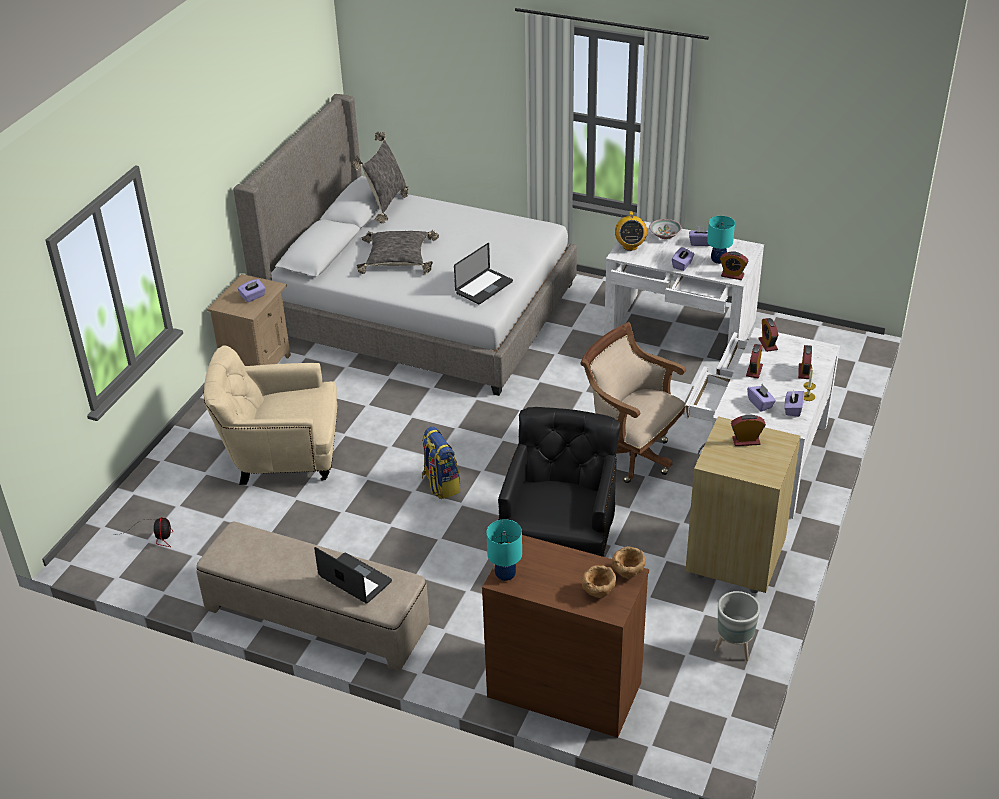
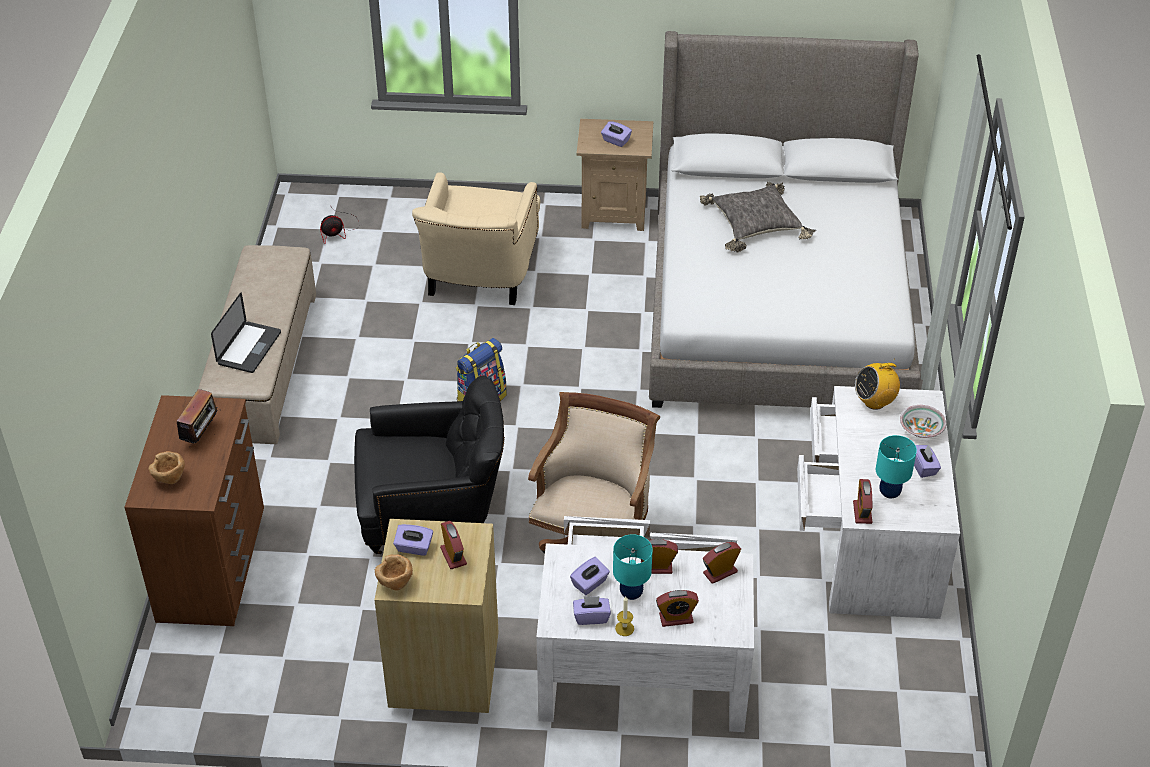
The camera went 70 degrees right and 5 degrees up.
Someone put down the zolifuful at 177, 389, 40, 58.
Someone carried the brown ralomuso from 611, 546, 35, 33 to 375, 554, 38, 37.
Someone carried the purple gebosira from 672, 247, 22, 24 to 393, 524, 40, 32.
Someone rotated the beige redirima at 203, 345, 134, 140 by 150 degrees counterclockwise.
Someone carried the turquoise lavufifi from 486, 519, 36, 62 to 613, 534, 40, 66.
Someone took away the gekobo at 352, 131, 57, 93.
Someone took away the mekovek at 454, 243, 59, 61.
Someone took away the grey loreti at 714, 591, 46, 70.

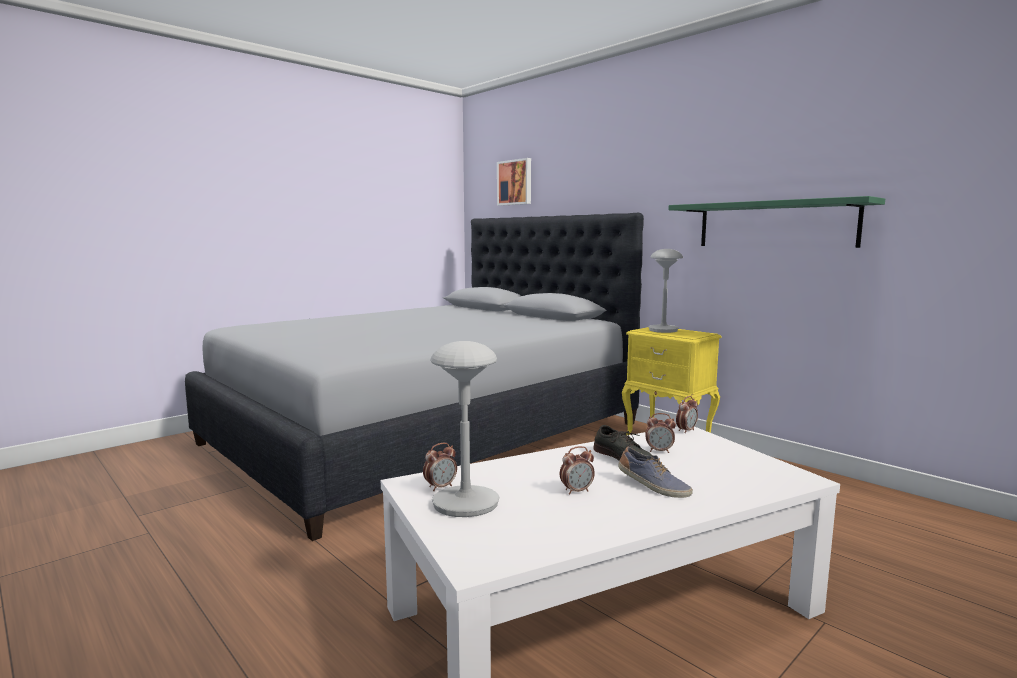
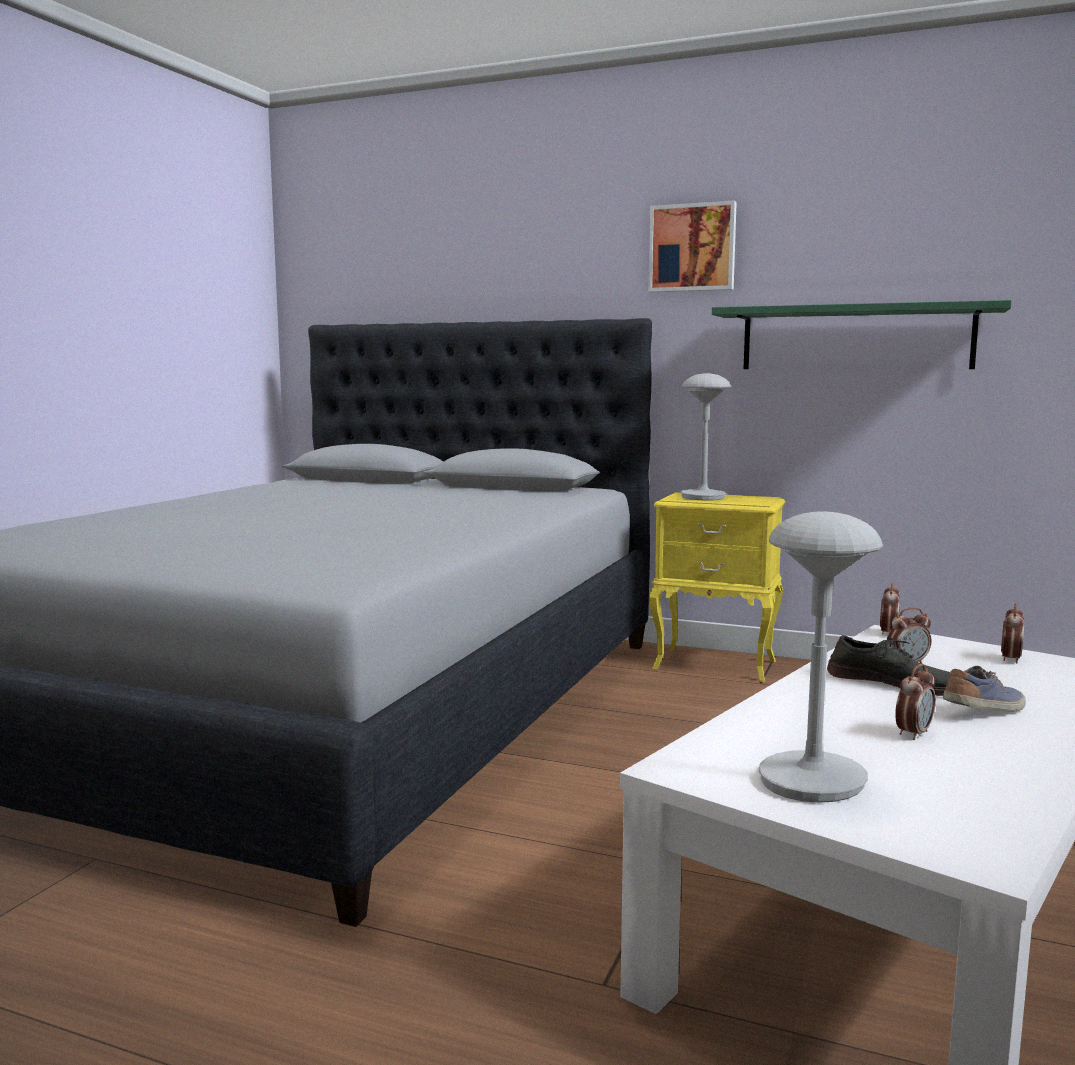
The camera went 25 degrees left and 0 degrees up.
Someone carried the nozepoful from 497, 158, 34, 48 to 648, 200, 89, 92.
Someone rotated the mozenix at 618, 446, 75, 52 by 45 degrees counterclockwise.
Someone carried the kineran from 423, 443, 34, 48 to 1001, 603, 23, 60.

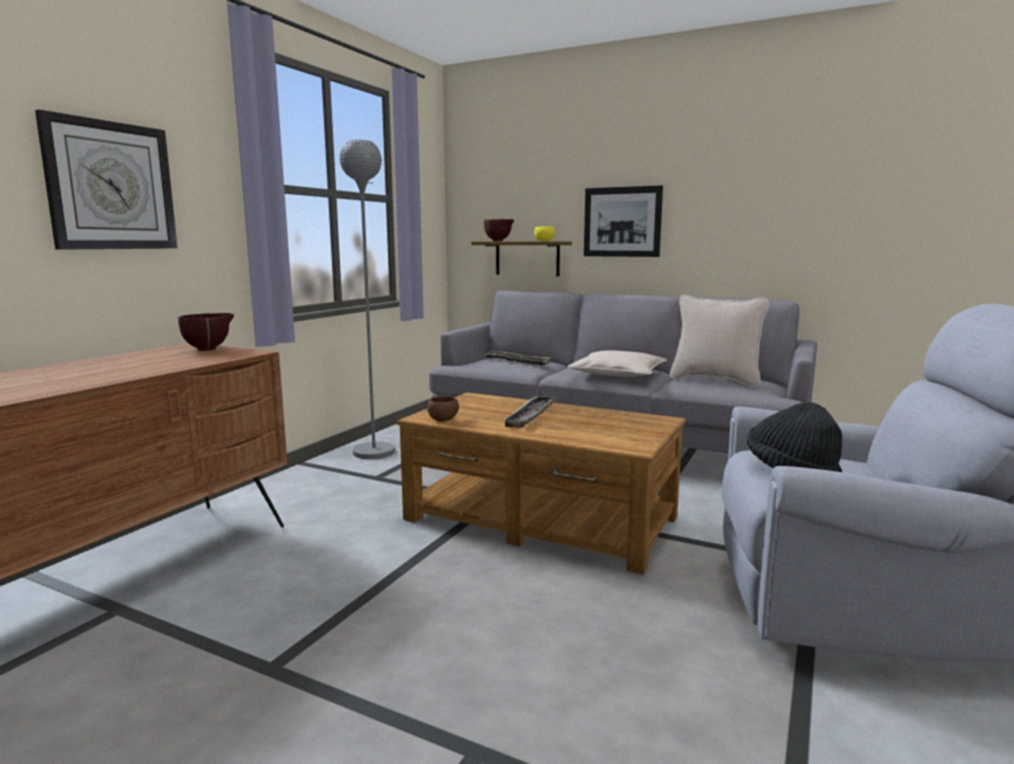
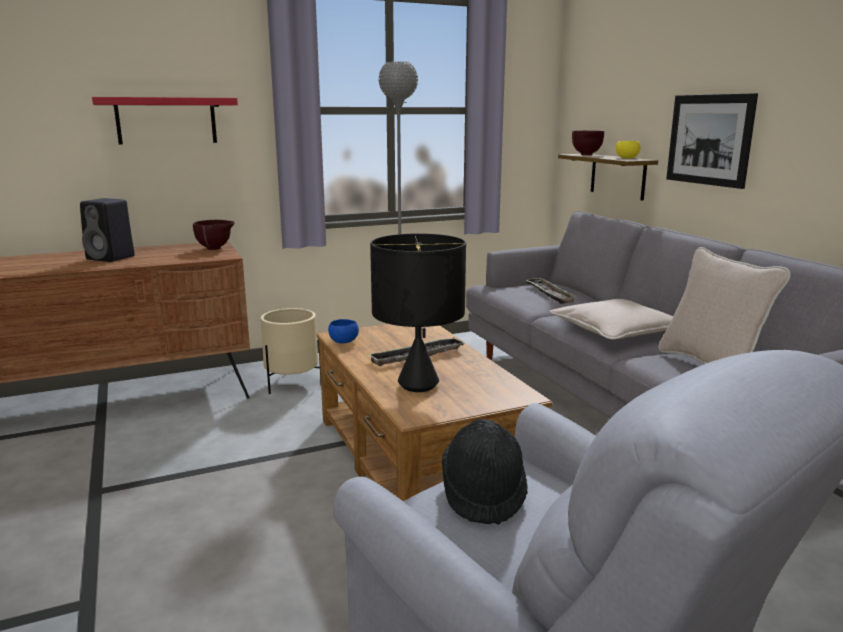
The camera went 40 degrees right and 5 degrees up.
Someone put down the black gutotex at 80, 198, 55, 64.
Someone swapped the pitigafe at 35, 109, 142, 141 for the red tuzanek at 92, 97, 146, 48.
Someone put down the beige loreti at 260, 308, 61, 86.
Someone repainted the brown ralomuso at 427, 396, 32, 26, which became the blue ralomuso at 328, 319, 31, 24.
Someone put down the black lavufifi at 370, 234, 96, 158.

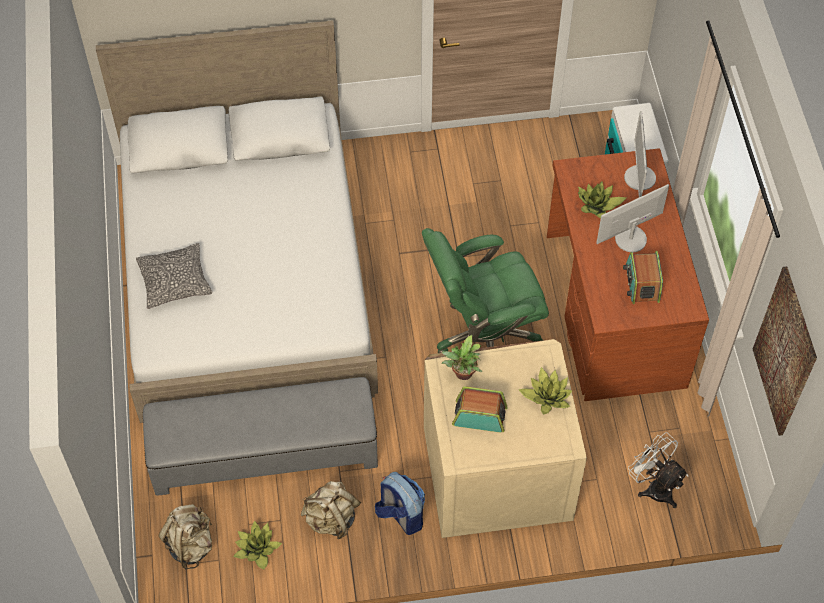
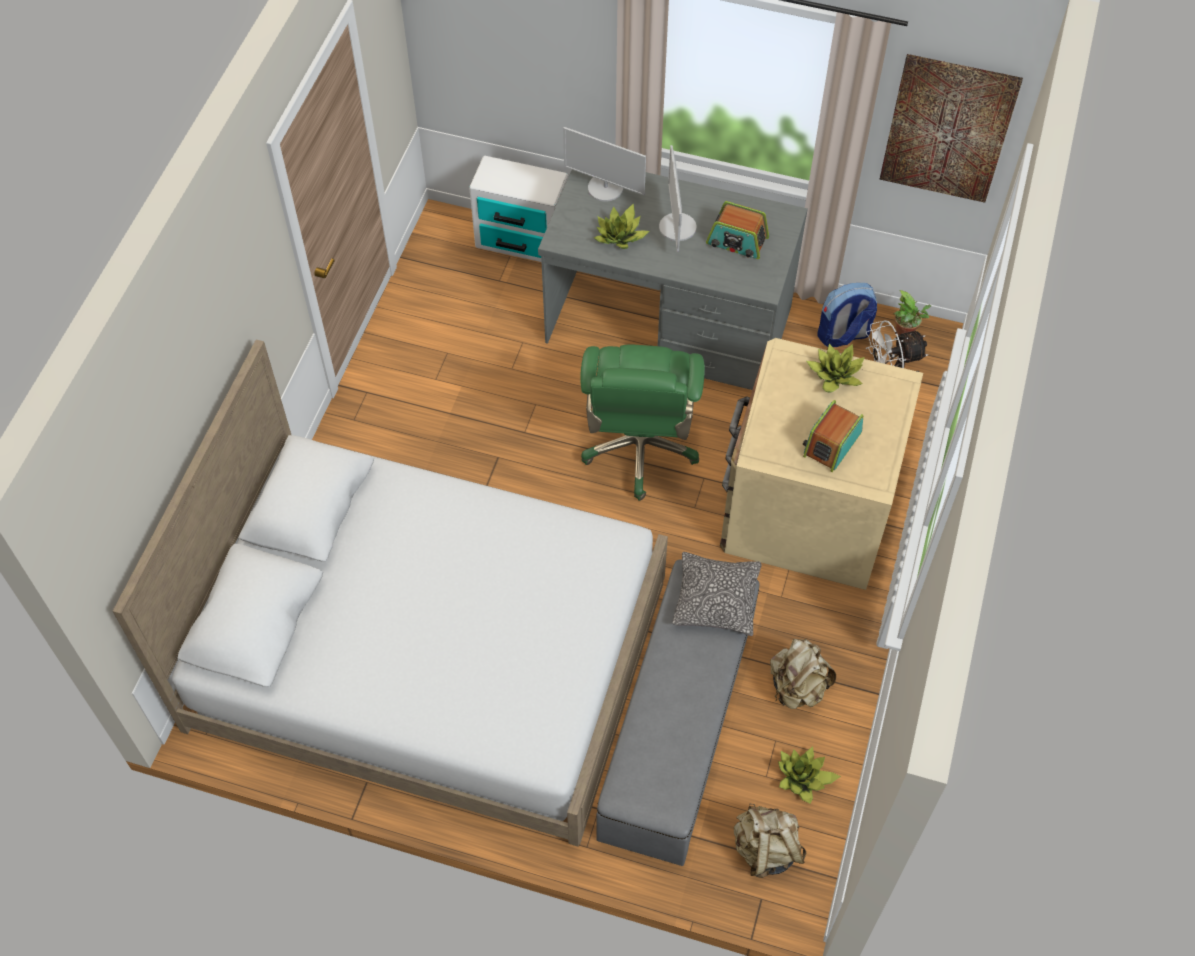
The camera went 65 degrees left and 0 degrees up.
Someone repainted the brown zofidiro at 547, 148, 162, 253, which became the grey zofidiro at 538, 170, 270, 220.
Someone carried the gekobo from 136, 243, 76, 66 to 672, 552, 90, 84.
Someone carried the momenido from 375, 472, 50, 63 to 817, 283, 60, 64.
Someone carried the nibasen from 441, 335, 41, 45 to 893, 290, 38, 45.

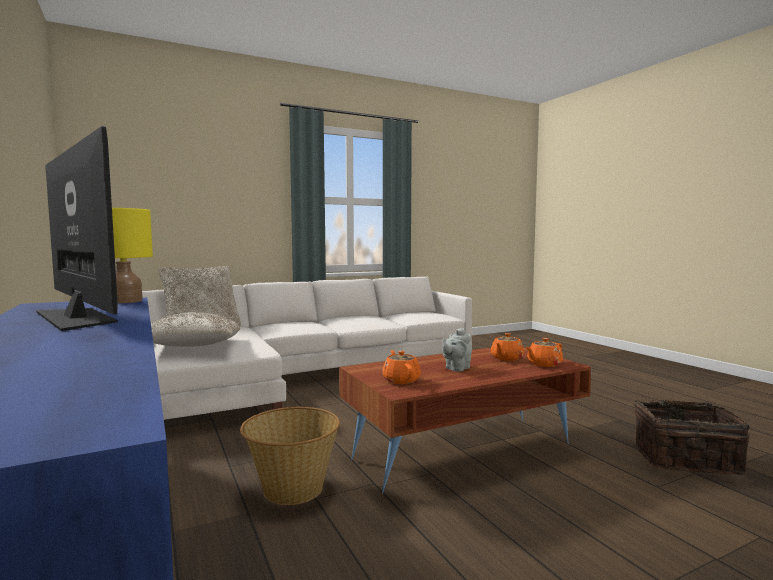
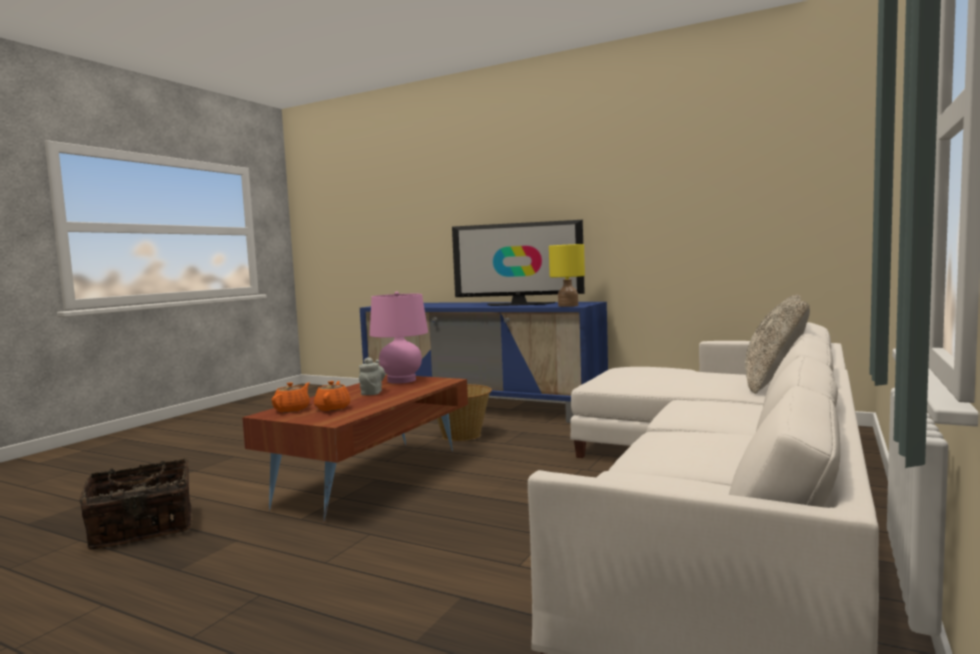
The camera went 145 degrees right and 0 degrees up.
Someone swapped the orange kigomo at 382, 350, 39, 34 for the pink lavufifi at 370, 292, 58, 92.
Someone took away the beige gekobo at 151, 312, 89, 35.

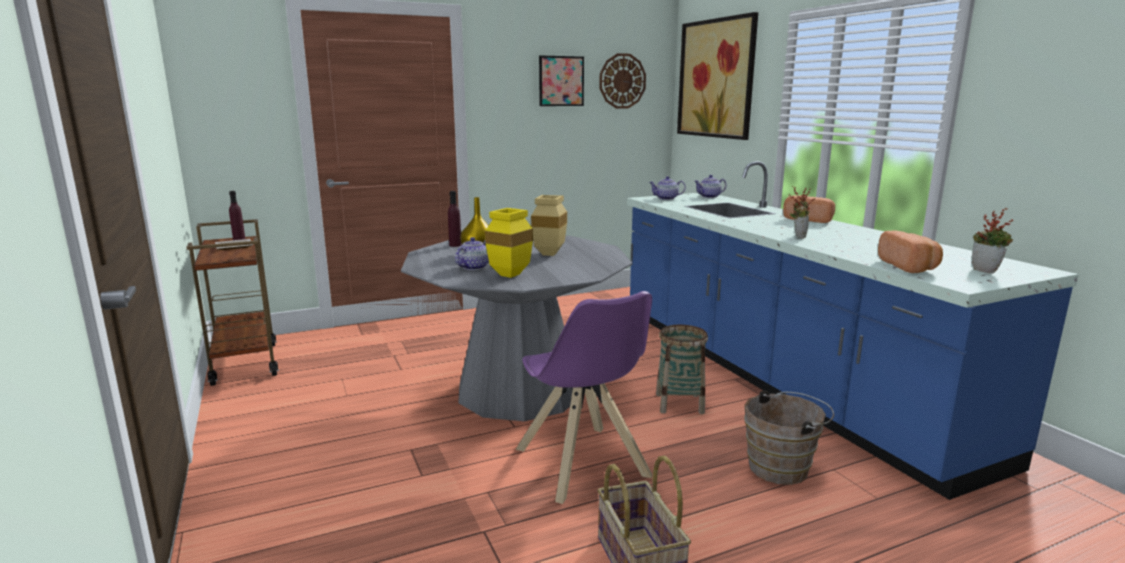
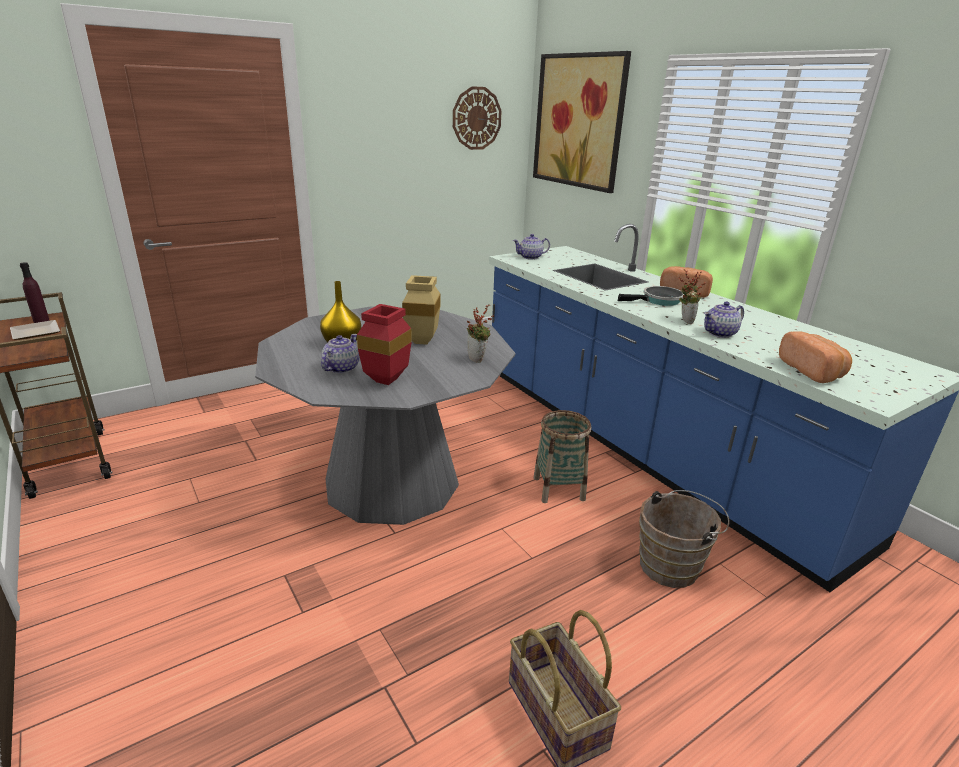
The camera went 10 degrees left and 10 degrees up.
Someone repainted the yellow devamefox at 485, 208, 48, 70, which became the red devamefox at 357, 304, 55, 81.
Someone carried the nibasen from 972, 208, 41, 66 to 467, 305, 27, 58.
Someone put down the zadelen at 618, 286, 66, 20.
Someone carried the kigomo from 694, 175, 33, 23 to 704, 302, 40, 36.
Someone took away the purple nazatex at 448, 191, 14, 56.
Someone took away the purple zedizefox at 516, 291, 136, 213.
Someone took away the nozepoful at 539, 55, 45, 51.

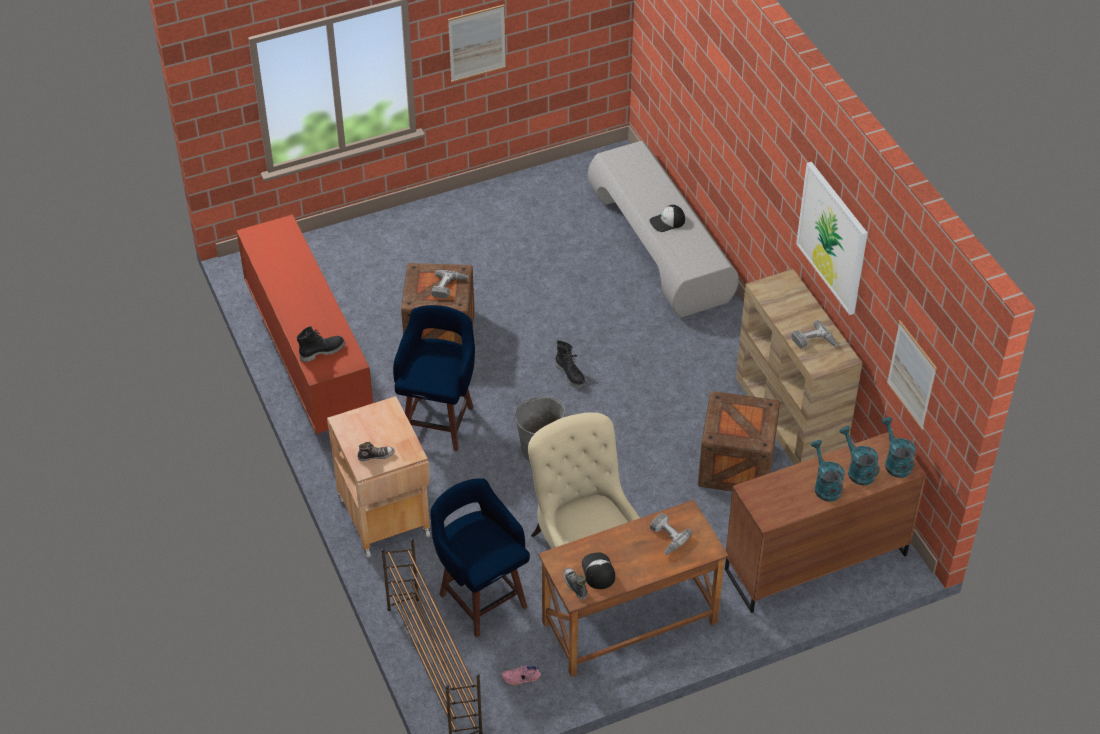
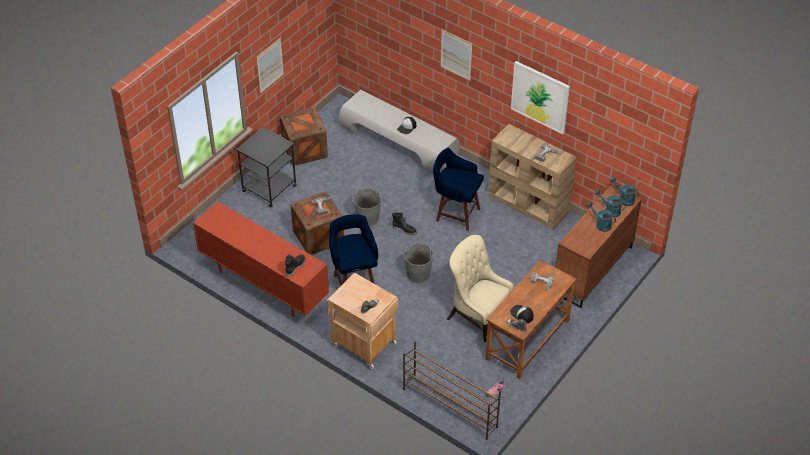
The camera went 30 degrees left and 0 degrees up.
Someone put down the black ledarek at 236, 127, 61, 81.
Someone carried the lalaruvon from 698, 391, 82, 100 to 280, 107, 48, 59.
Someone put down the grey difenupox at 352, 187, 29, 40.
Someone carried the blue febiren from 430, 478, 100, 160 to 433, 148, 51, 83.
Someone carried the nozepoful from 887, 320, 50, 110 to 440, 30, 32, 51.

